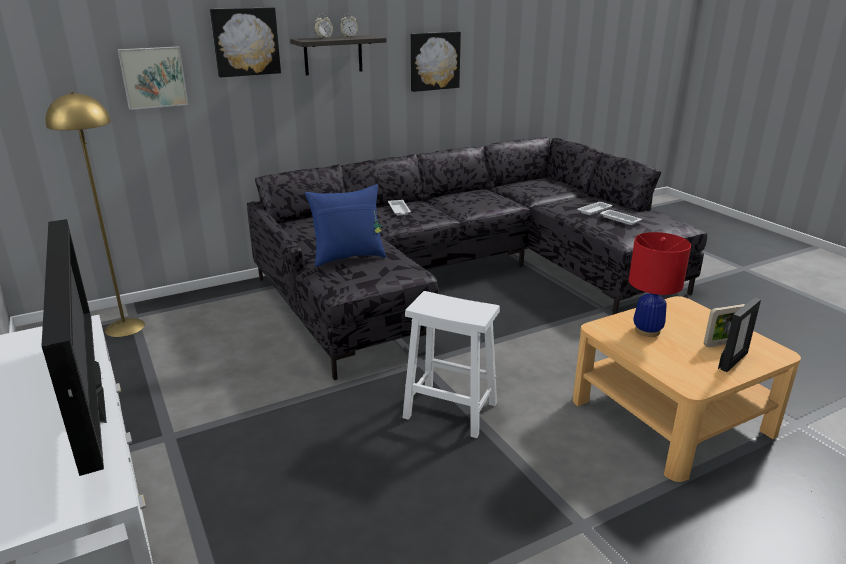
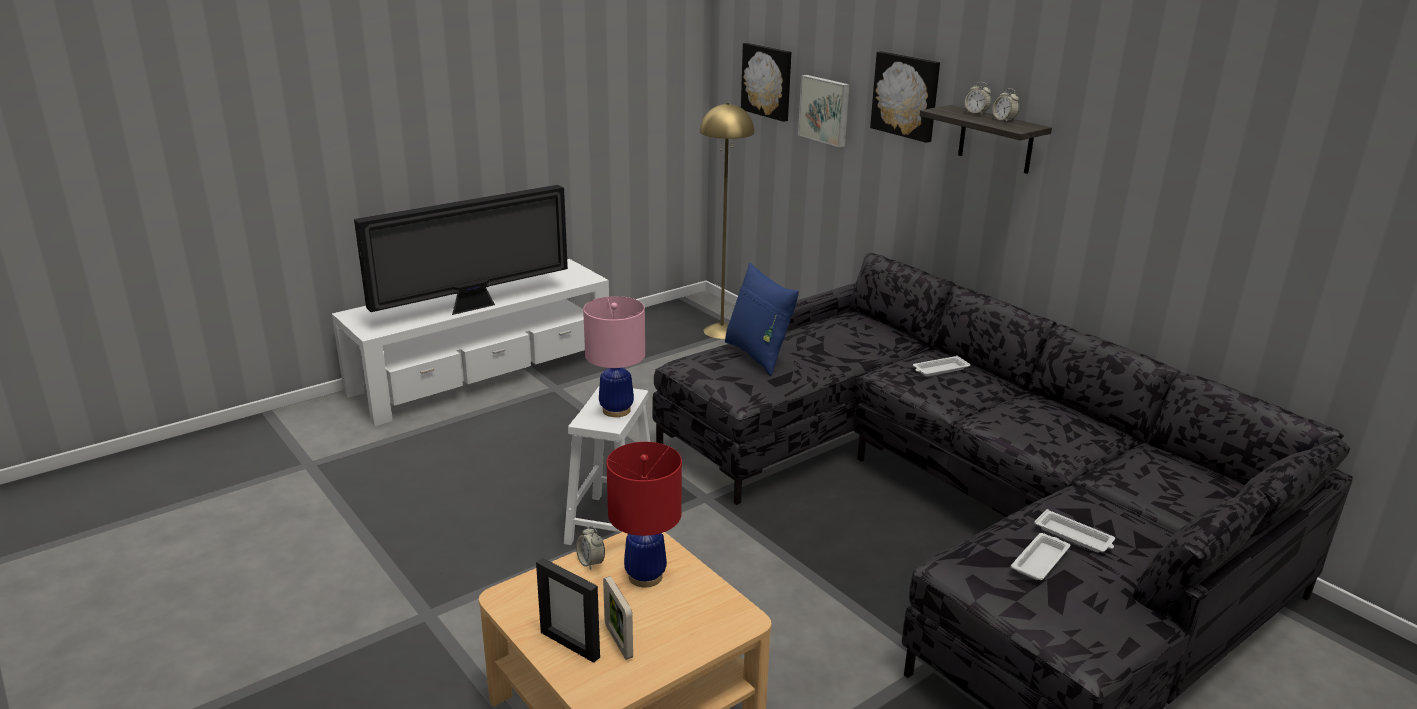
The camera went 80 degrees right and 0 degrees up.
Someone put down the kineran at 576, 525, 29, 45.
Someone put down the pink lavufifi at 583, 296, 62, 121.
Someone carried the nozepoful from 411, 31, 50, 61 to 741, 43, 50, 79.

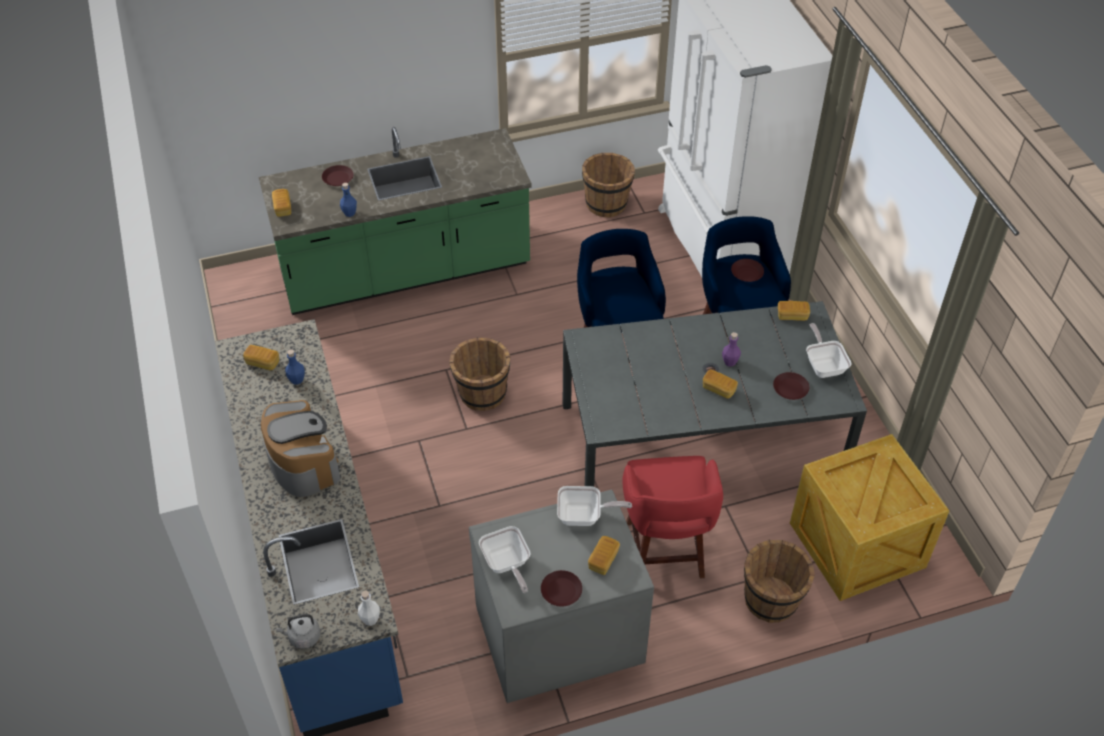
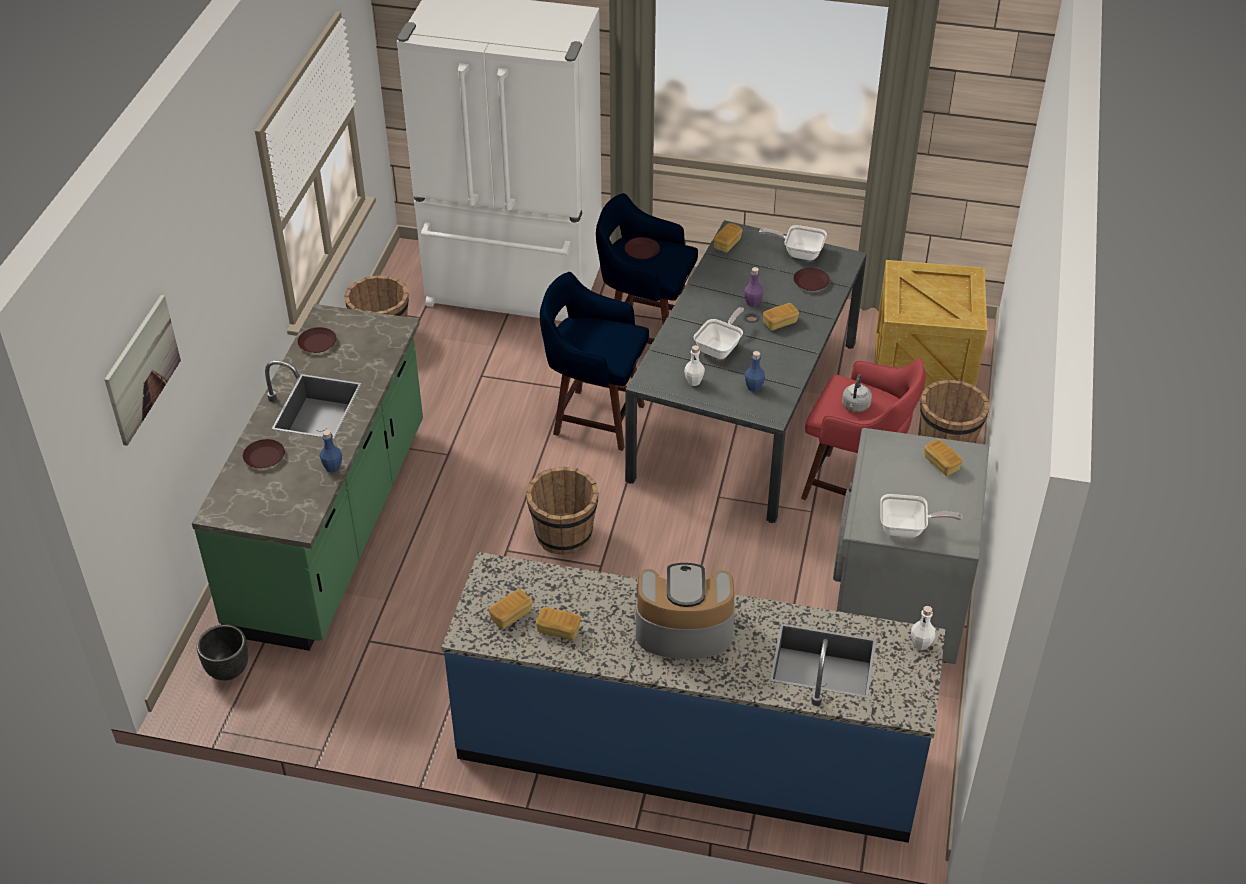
The camera went 60 degrees left and 5 degrees down.
Someone put up the nozepoful at 104, 295, 77, 151.
Someone put down the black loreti at 197, 624, 51, 56.
Someone carried the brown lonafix from 541, 570, 41, 37 to 297, 327, 40, 26.
Someone carried the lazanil from 272, 189, 19, 28 to 536, 607, 45, 33.
Someone put down the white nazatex at 684, 345, 21, 41.
Someone carried the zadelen from 557, 486, 75, 40 to 694, 307, 50, 52.
Someone carried the blue nazatex from 285, 349, 20, 36 to 745, 351, 20, 41.
Someone carried the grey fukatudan from 276, 614, 44, 35 to 842, 374, 30, 38.

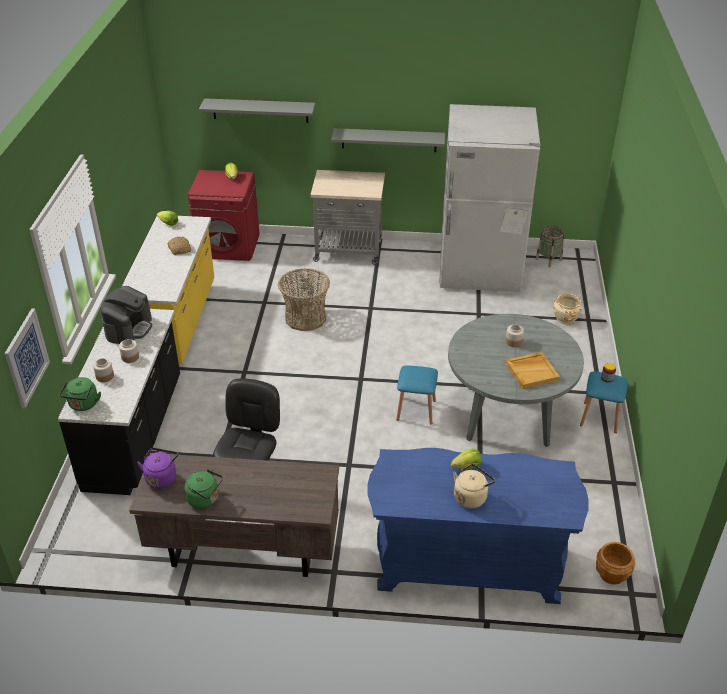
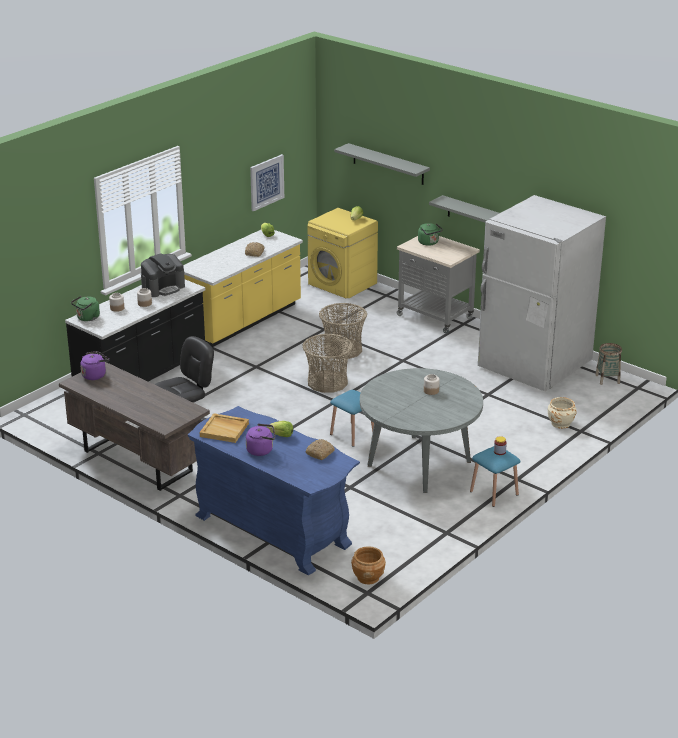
The camera went 35 degrees right and 10 degrees down.
Someone carried the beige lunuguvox from 505, 352, 55, 37 to 200, 413, 49, 30.
Someone repainted the beige fukatudan at 453, 464, 42, 44, which became the purple fukatudan at 246, 424, 29, 32.
Someone carried the nozepoful from 4, 308, 46, 100 to 250, 154, 34, 57.
Someone put down the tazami at 302, 334, 51, 59.
Someone put down the lazanil at 305, 439, 30, 21.
Someone repainted the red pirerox at 188, 170, 71, 91, which became the yellow pirerox at 308, 208, 70, 91.
Someone carried the green fukatudan from 184, 469, 39, 40 to 418, 223, 25, 23.

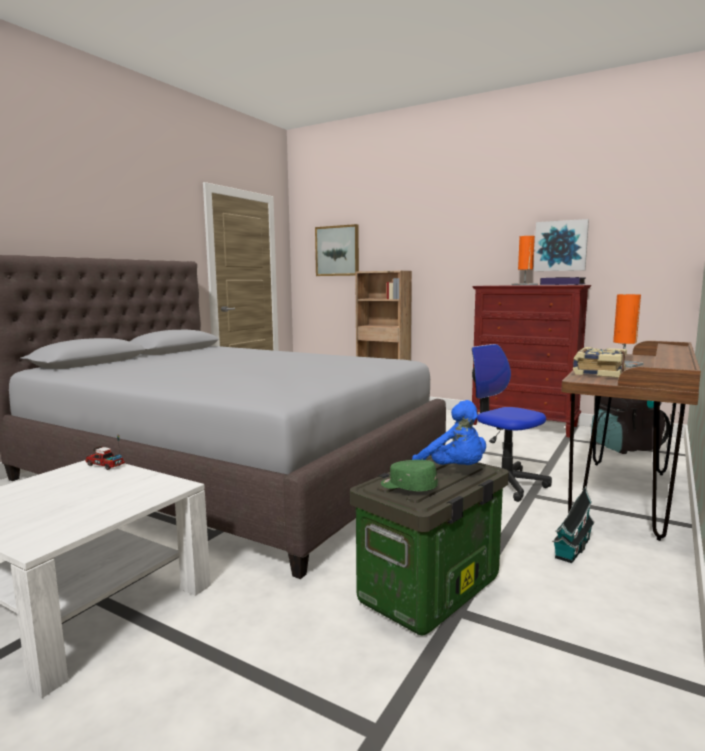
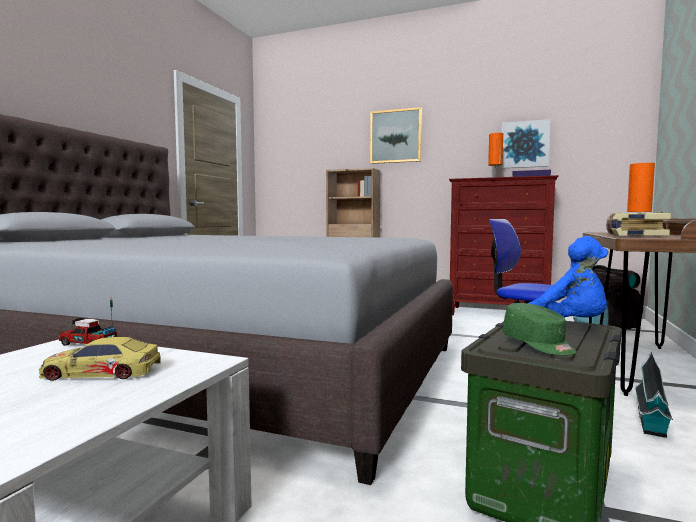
The camera went 10 degrees left and 5 degrees down.
Someone put down the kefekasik at 39, 337, 121, 44.
Someone carried the nozepoful from 315, 224, 44, 52 to 370, 107, 52, 57.
Someone rotated the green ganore at 381, 460, 57, 31 by 135 degrees counterclockwise.

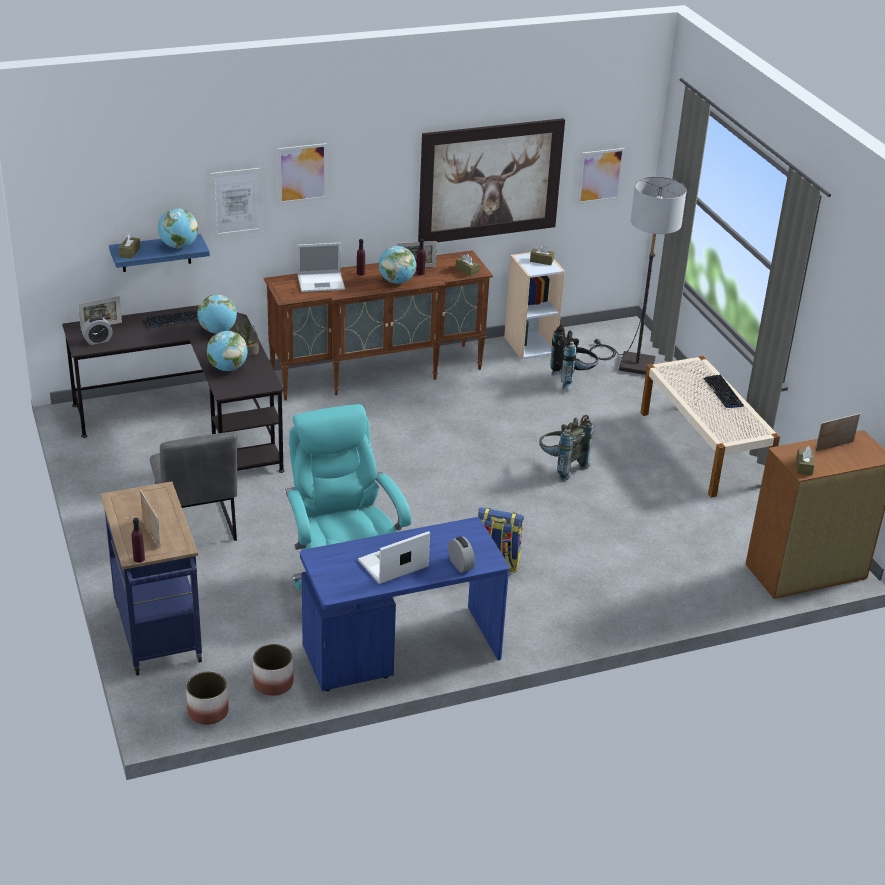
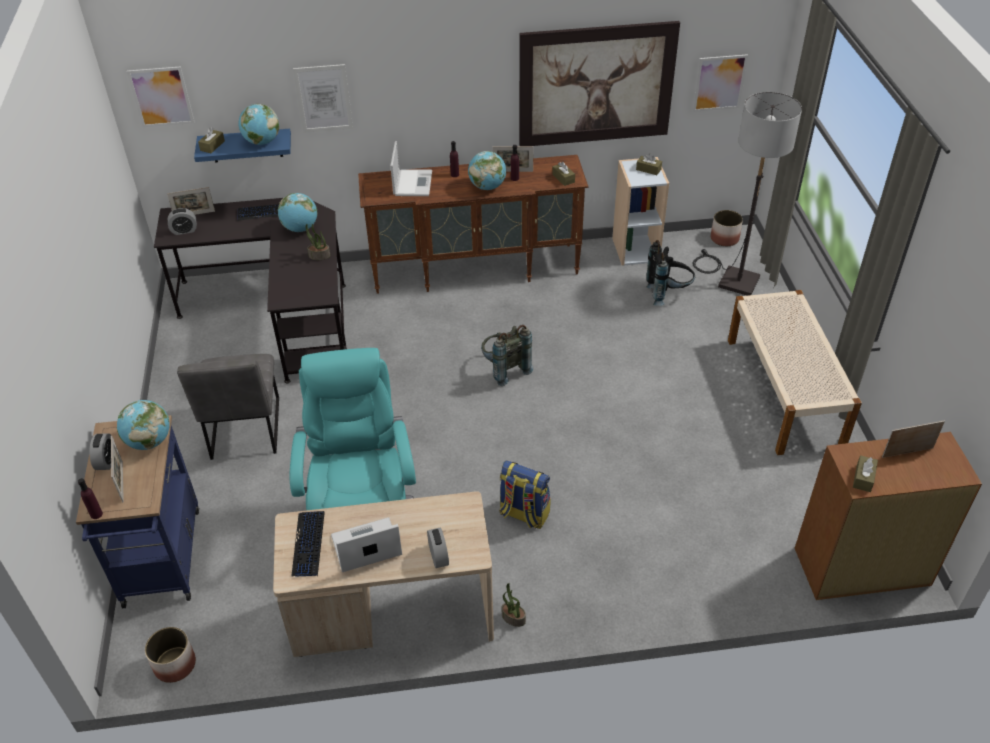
The camera went 15 degrees right and 10 degrees up.
Someone put down the kineran at 89, 433, 23, 37.
Someone carried the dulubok from 207, 331, 41, 40 to 117, 400, 53, 50.
Someone carried the nozepoful from 278, 143, 49, 61 to 127, 66, 68, 61.
Someone repainted the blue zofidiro at 300, 517, 209, 174, which became the beige zofidiro at 273, 491, 221, 166.
Someone carried the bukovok from 704, 375, 40, 33 to 291, 511, 34, 66.
Someone rotated the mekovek at 297, 243, 48, 49 by 90 degrees counterclockwise.
Someone carried the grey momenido from 539, 415, 54, 66 to 481, 325, 52, 61.
Someone put down the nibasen at 502, 583, 24, 44.
Someone carried the loreti from 253, 644, 40, 52 to 711, 210, 32, 36.

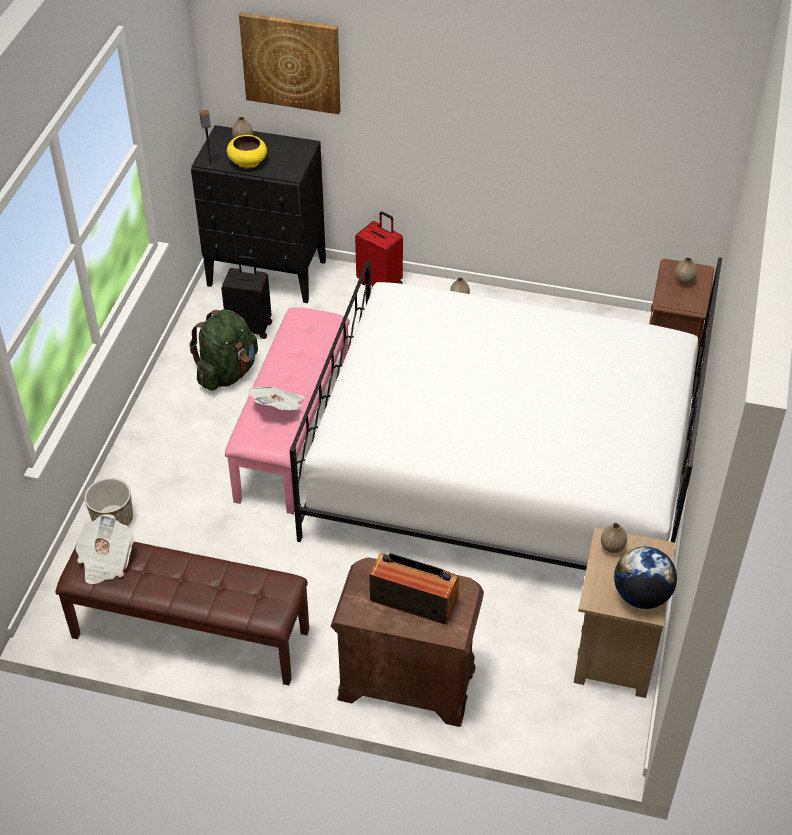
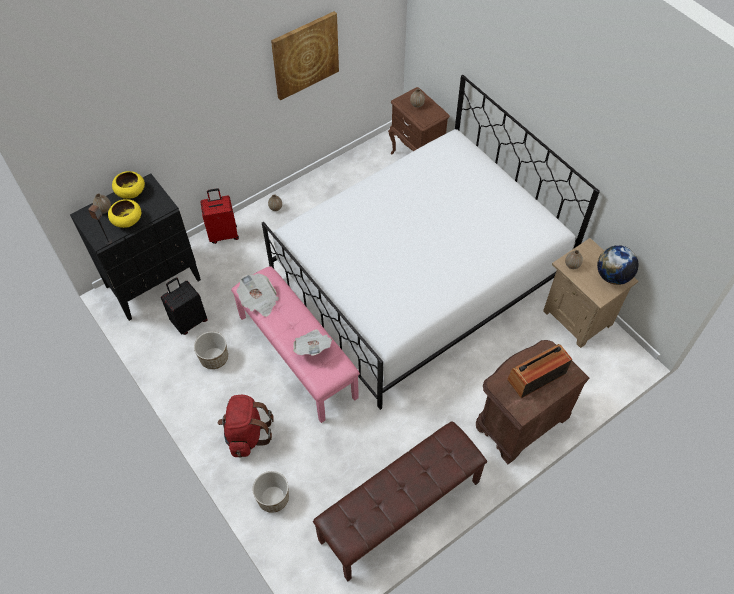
The camera went 50 degrees left and 10 degrees up.
Someone put down the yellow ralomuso at 112, 171, 33, 28.
Someone swapped the green momenido at 189, 310, 69, 80 for the loreti at 194, 331, 34, 38.
Someone put down the red momenido at 218, 395, 56, 63.
Someone carried the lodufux from 75, 514, 59, 70 to 237, 273, 42, 44.
Someone carried the nozepoful from 239, 12, 101, 102 to 271, 11, 68, 89.

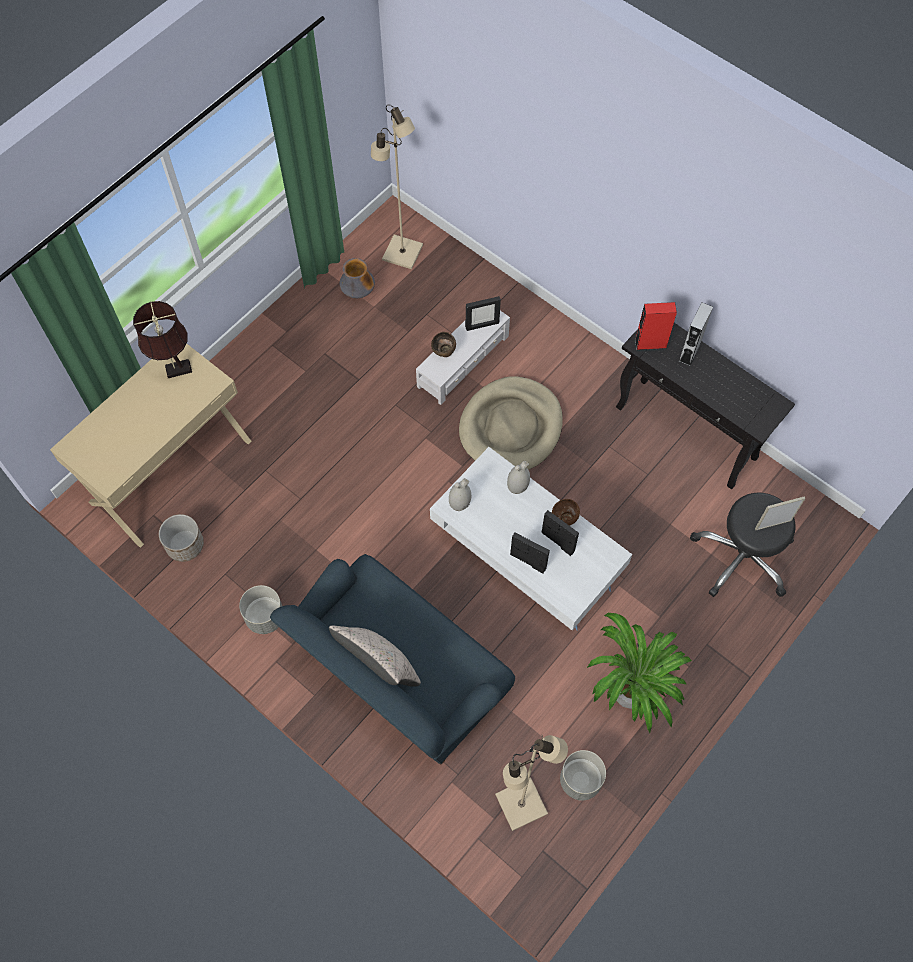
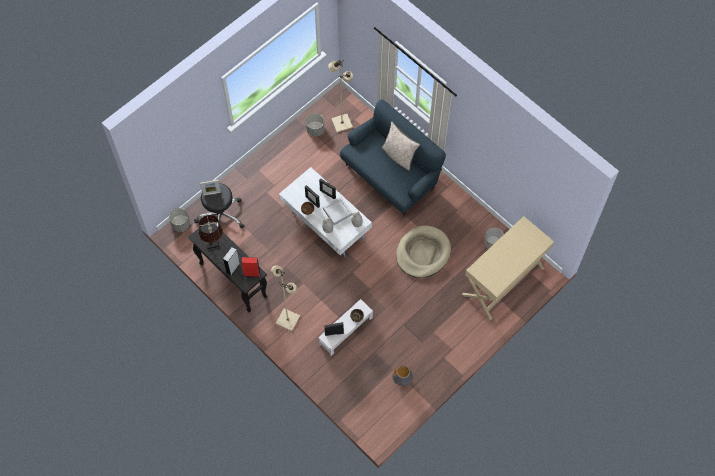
The camera went 175 degrees left and 0 degrees up.
Someone carried the grey loreti from 239, 585, 43, 49 to 169, 208, 21, 24.
Someone carried the brown lavufifi from 133, 301, 59, 77 to 198, 215, 25, 34.
Someone carried the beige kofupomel from 371, 105, 52, 164 to 271, 265, 29, 66.
Someone put down the grey lunuguvox at 323, 197, 30, 28.
Someone carried the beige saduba from 459, 376, 104, 94 to 396, 225, 55, 53.
Someone took away the nibasen at 587, 613, 105, 120.

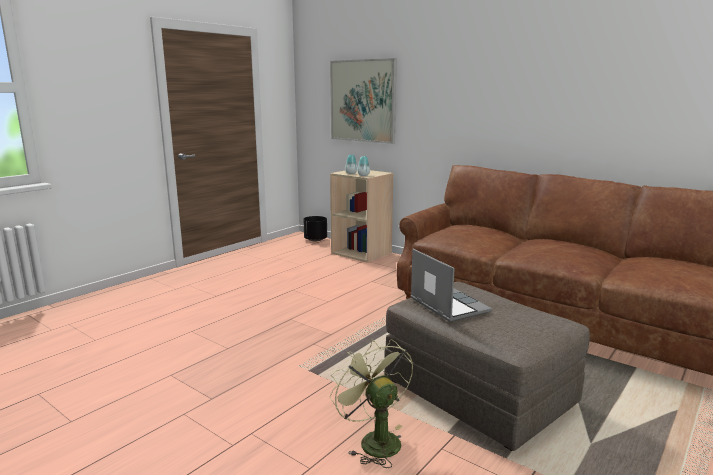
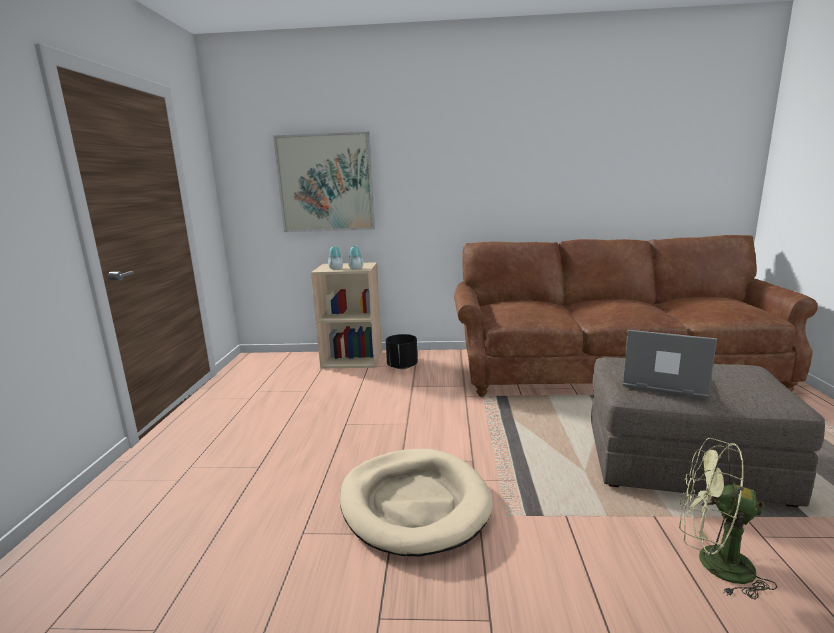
The camera went 35 degrees left and 0 degrees up.
Someone put down the beige saduba at 340, 449, 153, 108.
Someone carried the black loreti from 304, 216, 23, 26 to 386, 334, 32, 35.

